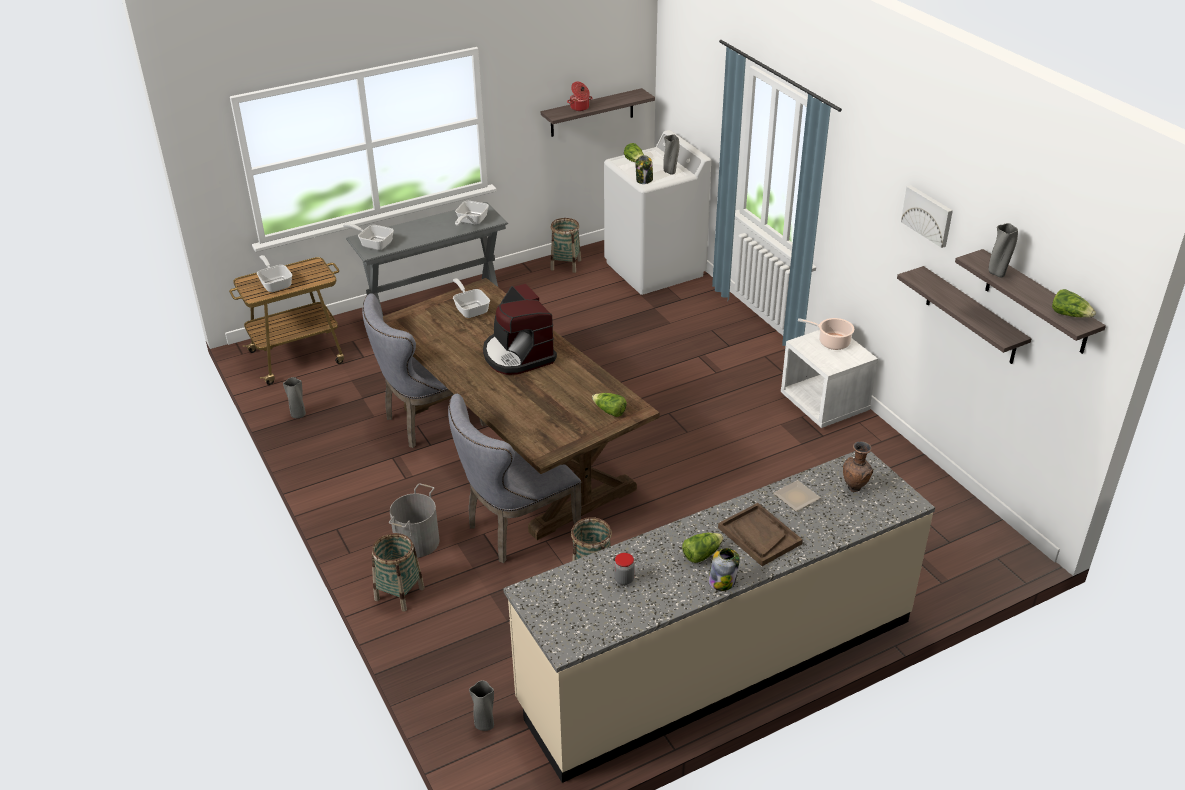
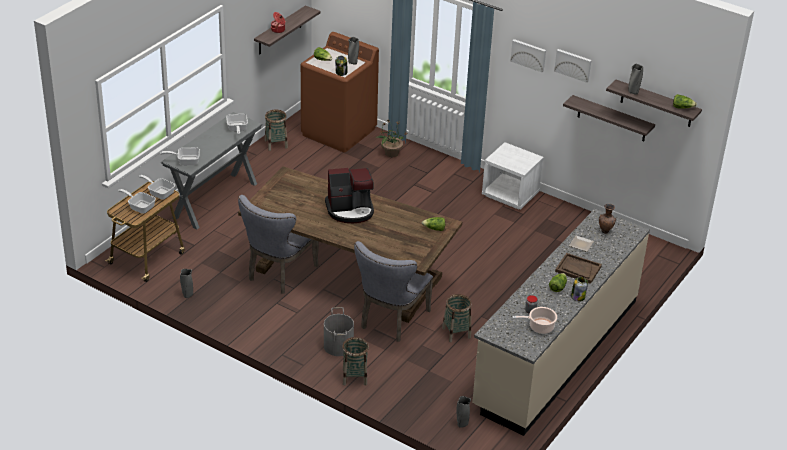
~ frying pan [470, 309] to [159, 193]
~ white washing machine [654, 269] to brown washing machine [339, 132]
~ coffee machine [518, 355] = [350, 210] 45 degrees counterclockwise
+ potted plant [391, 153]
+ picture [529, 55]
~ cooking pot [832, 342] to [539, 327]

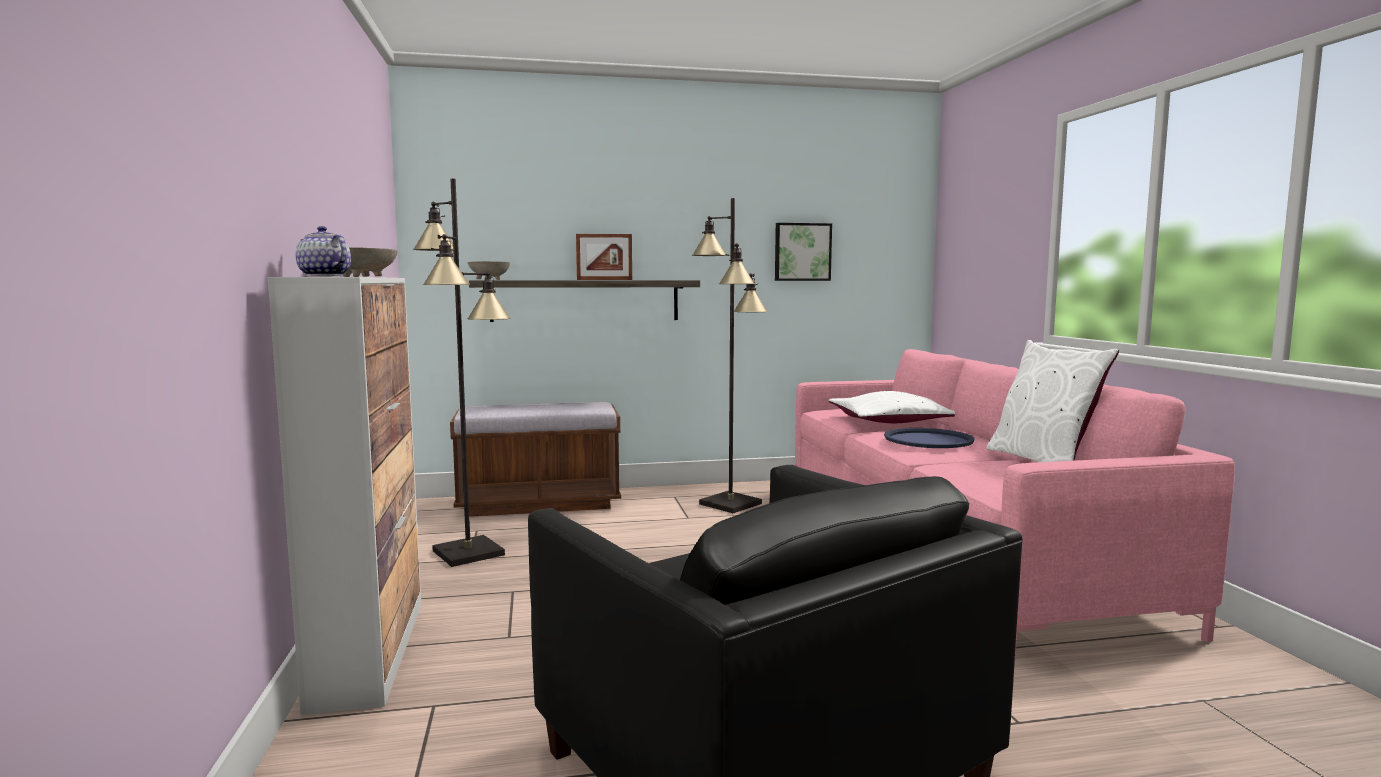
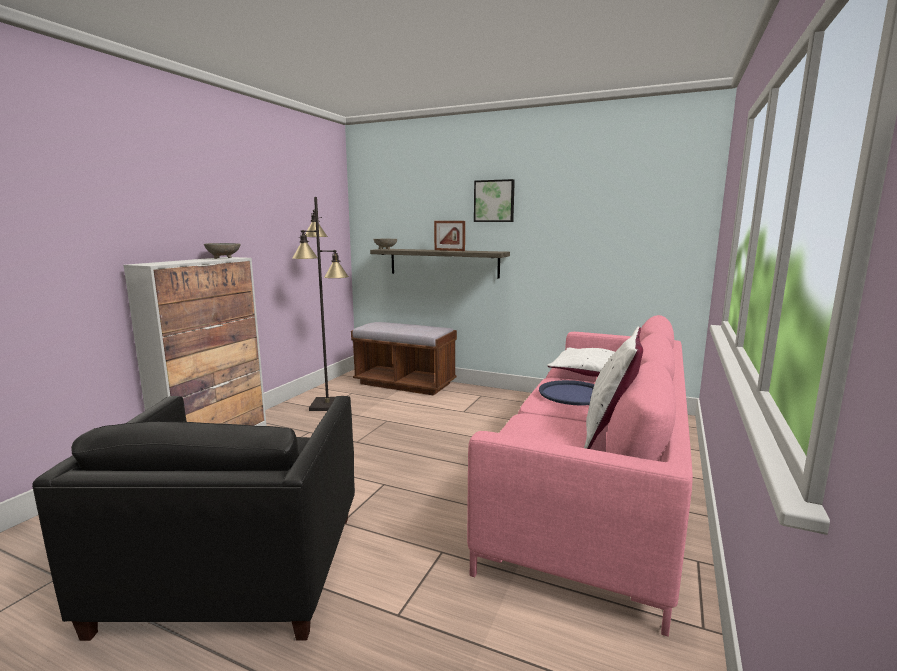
~ picture [802, 252] to [494, 201]
- teapot [323, 276]
- black floor lamp [730, 503]

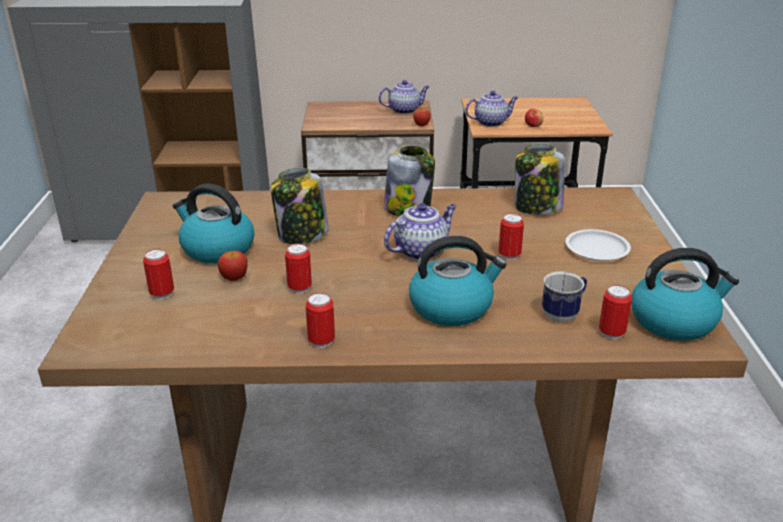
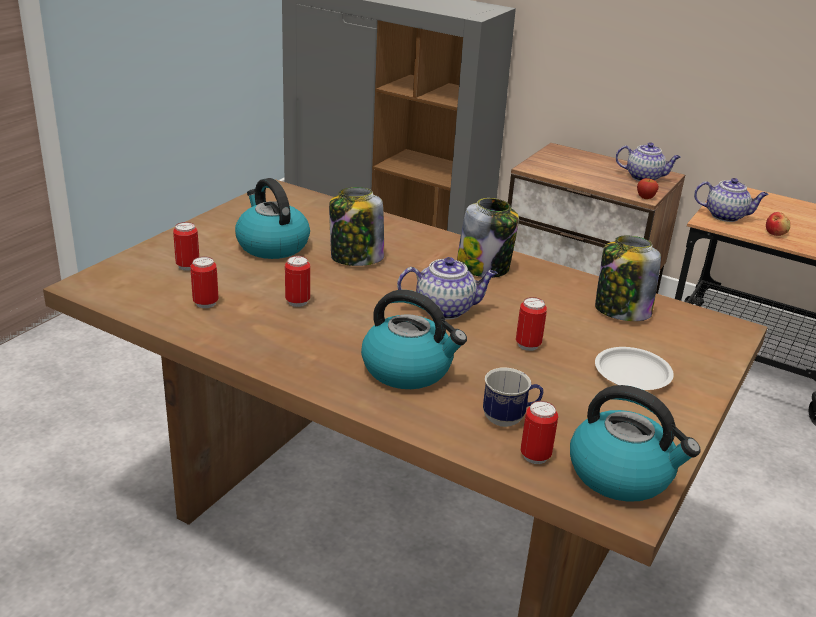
~ can [321, 341] to [205, 303]
- apple [234, 277]

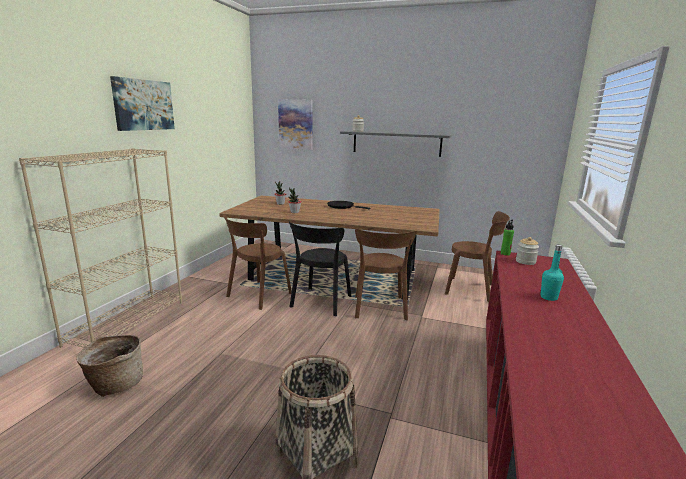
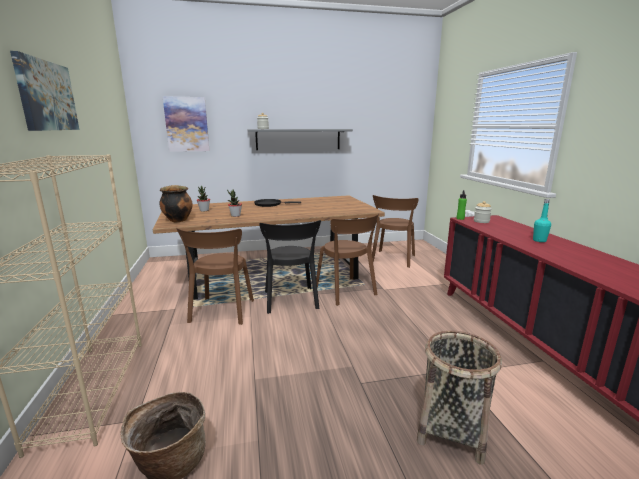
+ cooking pot [177, 220]
~ brown chair [472, 290] = [392, 259] 120 degrees clockwise

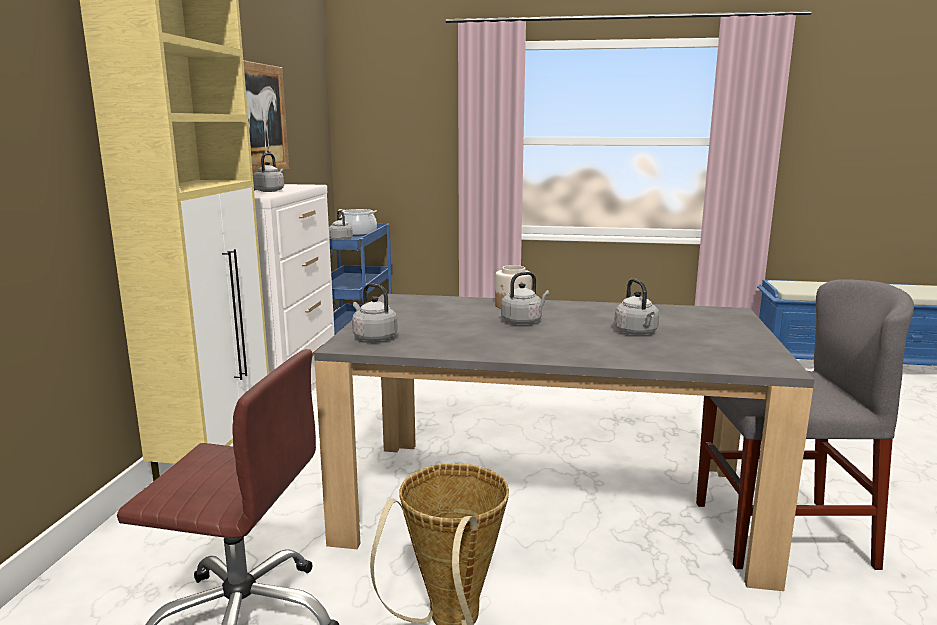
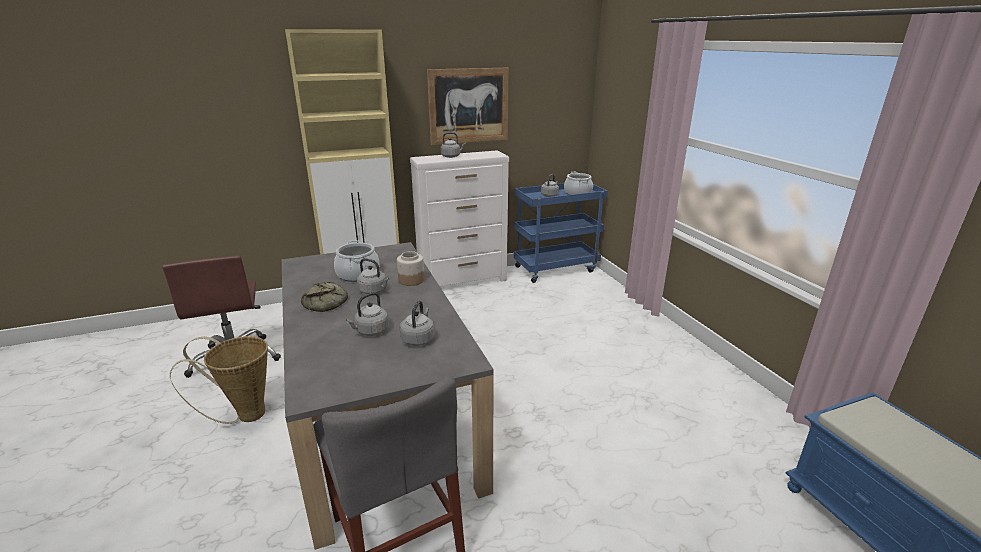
+ bread [327, 302]
+ cooking pot [358, 274]
~ grey kettle [373, 337] to [418, 339]

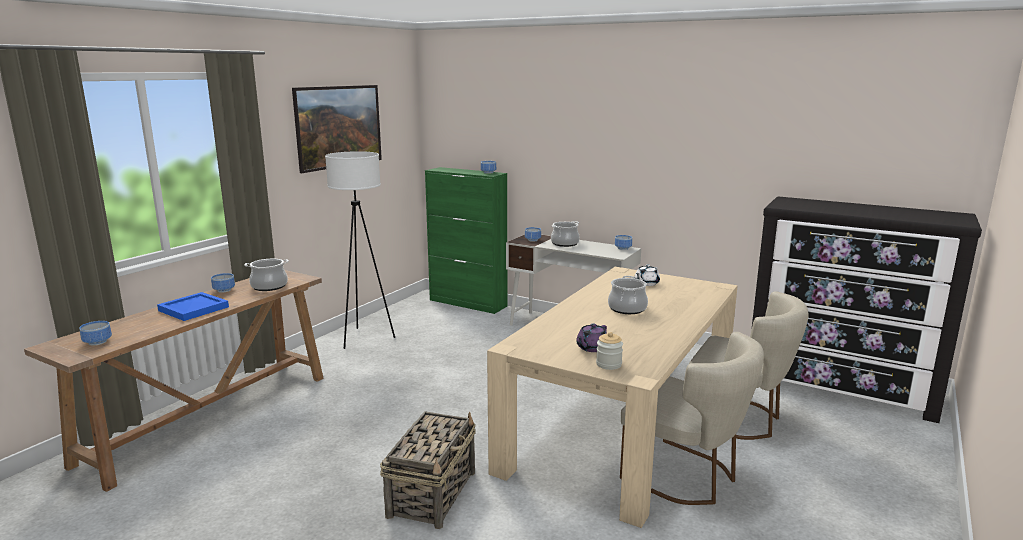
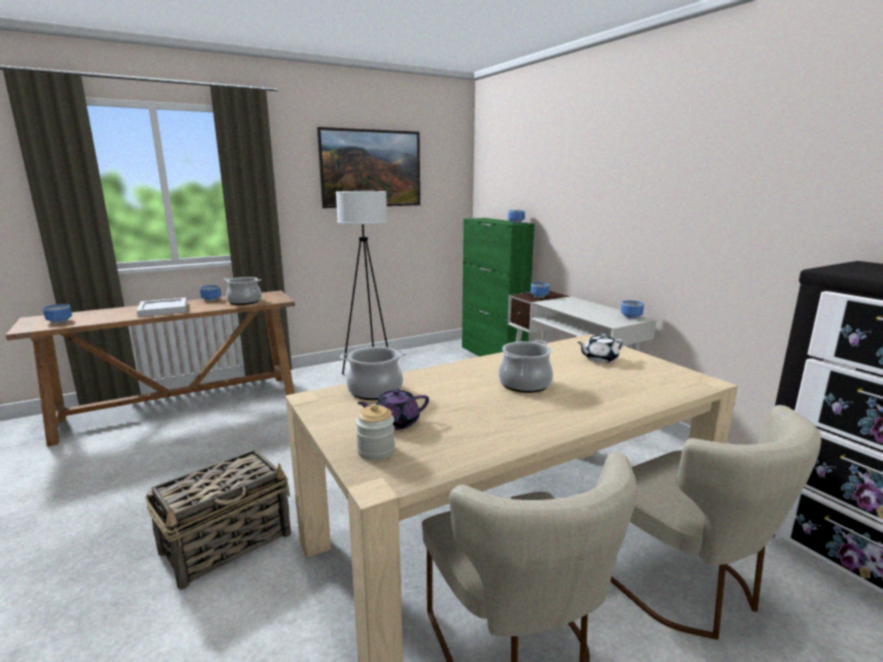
~ blue tray [193, 309] to white tray [162, 309]
~ cooking pot [564, 243] to [375, 390]

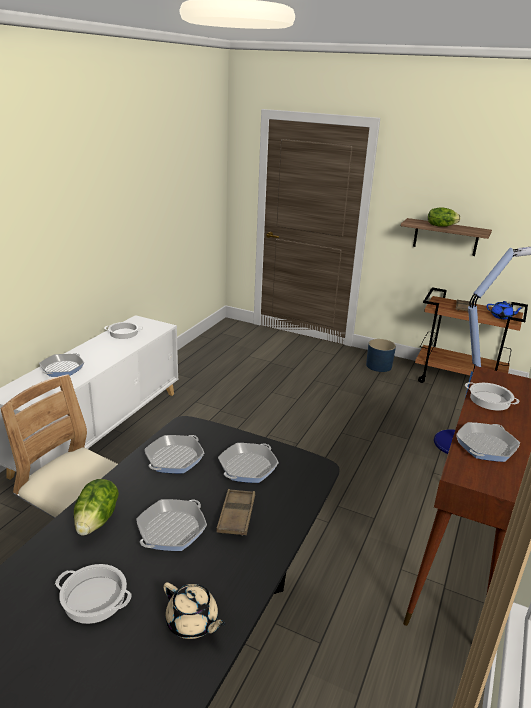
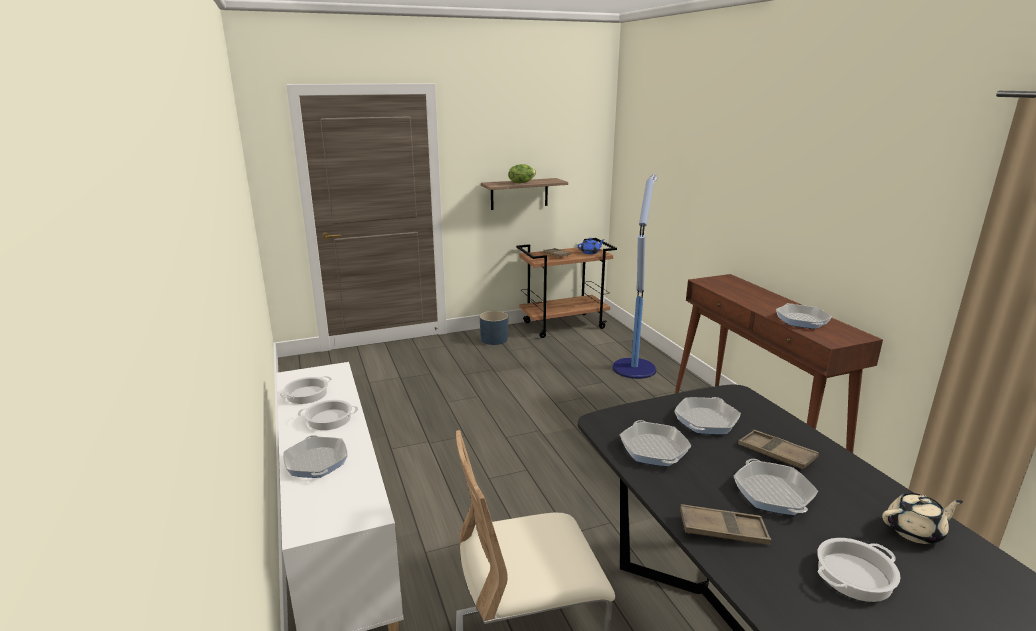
~ cooking pot [490, 400] to [330, 419]
~ frying pan [247, 467] = [706, 420] 45 degrees clockwise
~ lettuce [97, 520] to brown tray [723, 530]

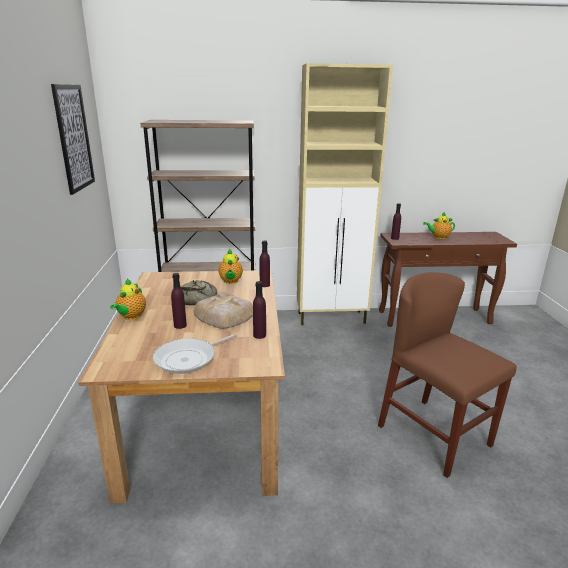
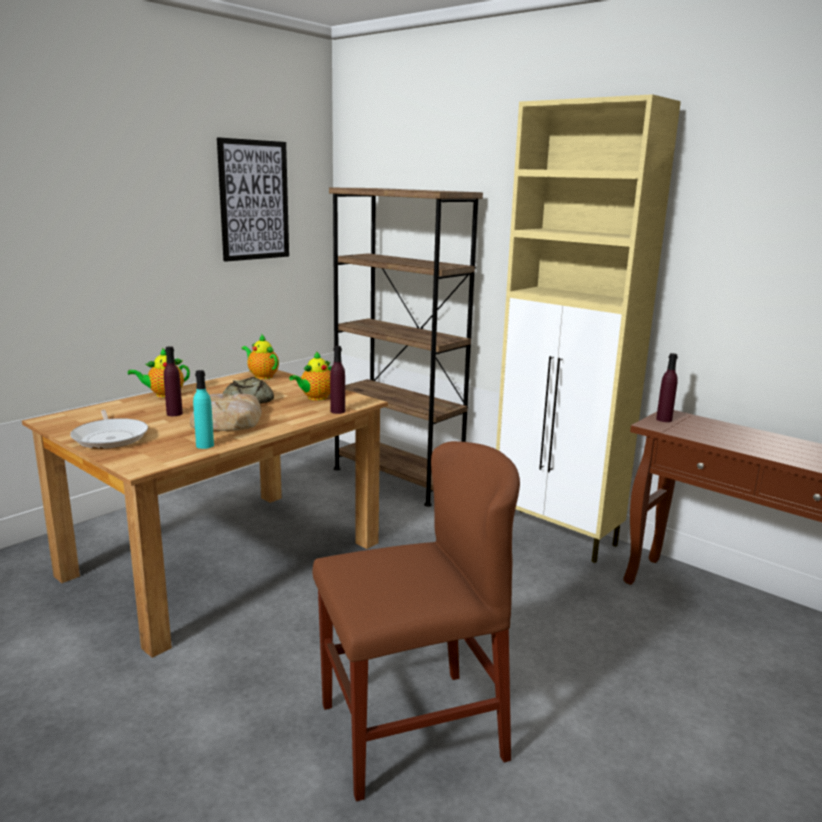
~ frying pan [189, 359] = [110, 437] 120 degrees counterclockwise
~ purple bottle [259, 335] to turquoise bottle [205, 445]
~ teapot [438, 237] to [262, 376]
~ brown chair [434, 435] = [411, 731] 60 degrees clockwise

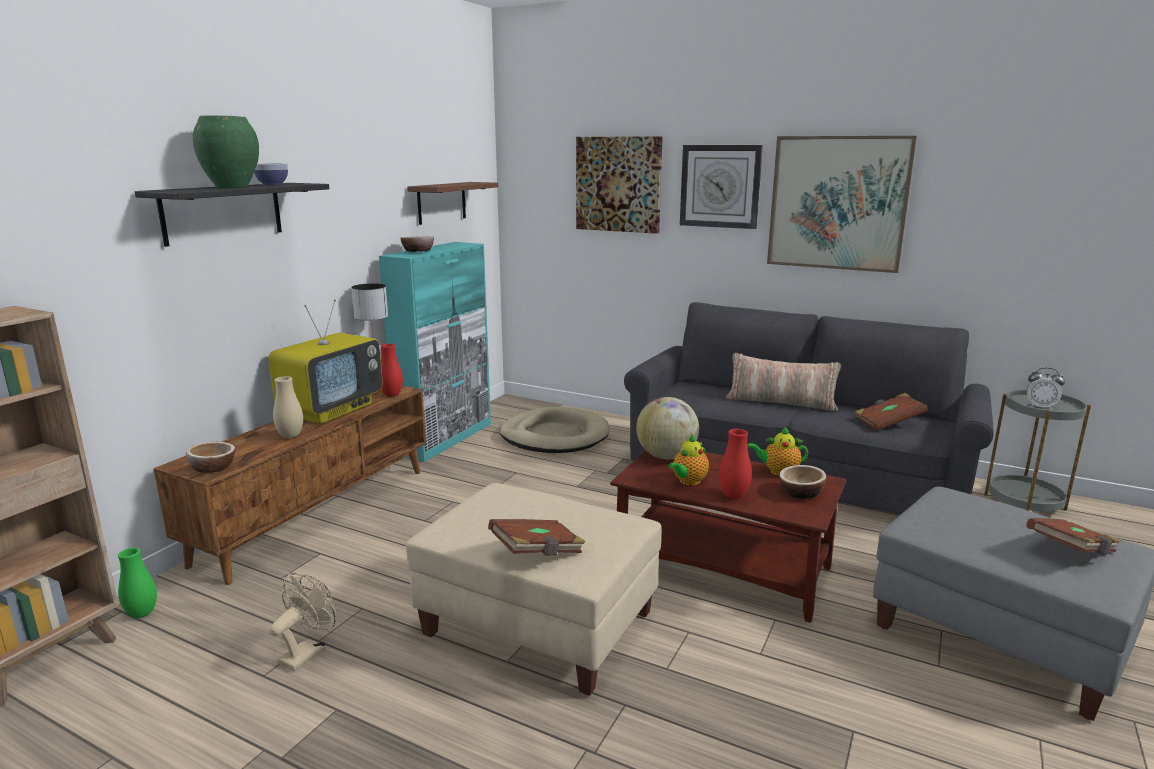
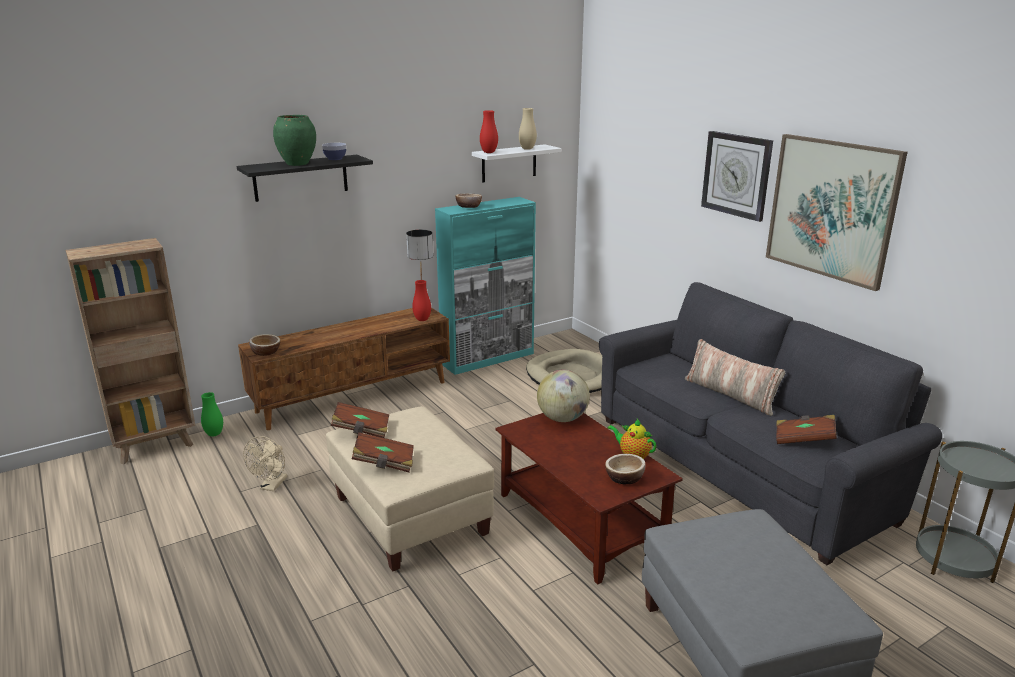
~ beige fan [307, 652] = [271, 486] 135 degrees clockwise
~ brown book [1071, 551] to [361, 431]
~ brown shelf [441, 202] to white shelf [509, 163]
~ red vase [733, 496] to [489, 152]
~ beige vase [290, 436] to [527, 149]
- television [331, 410]
- picture [618, 184]
- teapot [688, 481]
- alarm clock [1040, 407]

